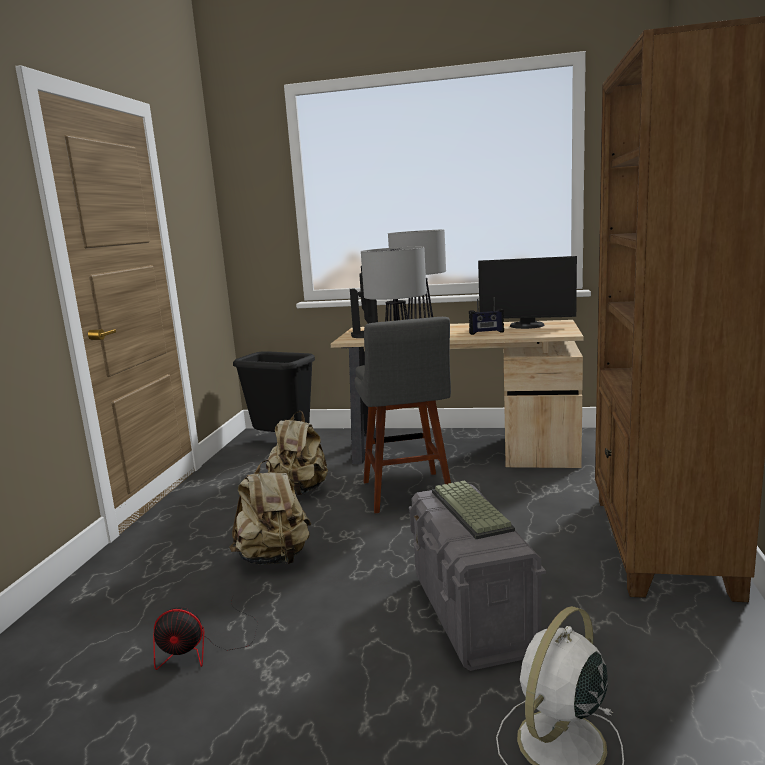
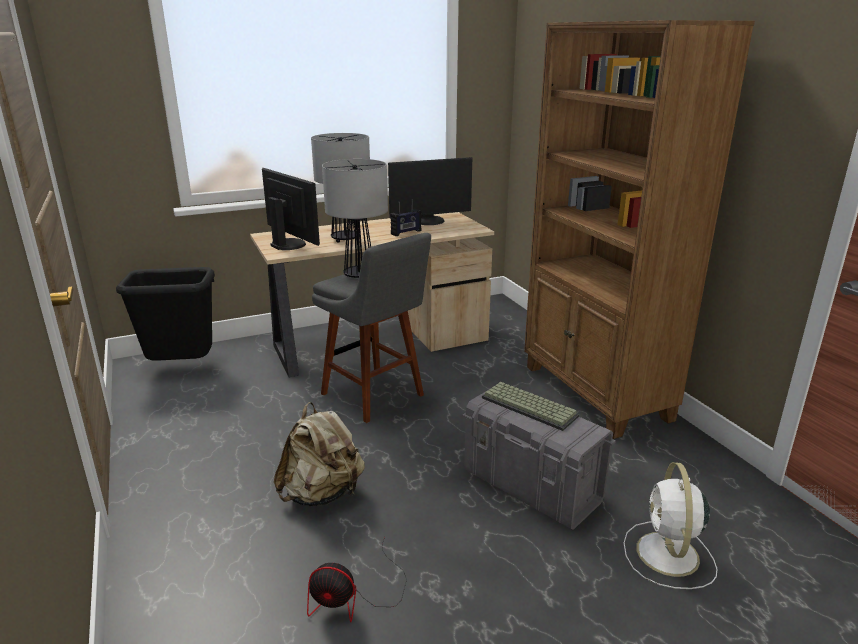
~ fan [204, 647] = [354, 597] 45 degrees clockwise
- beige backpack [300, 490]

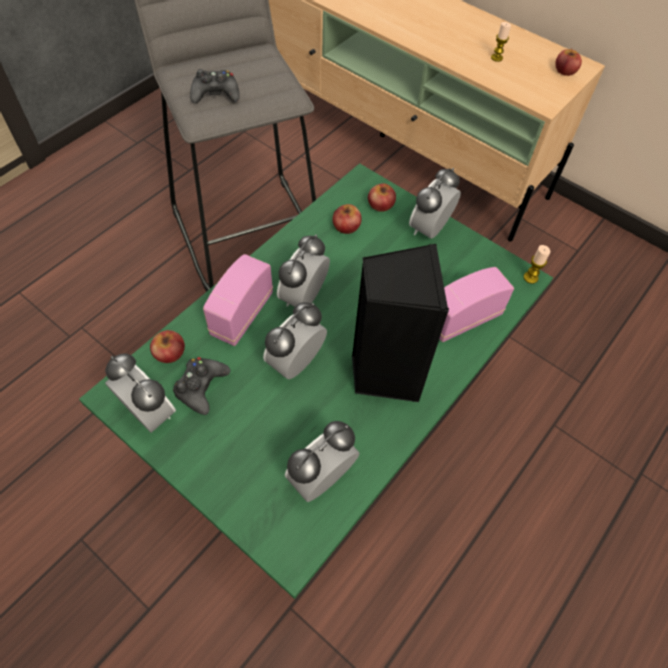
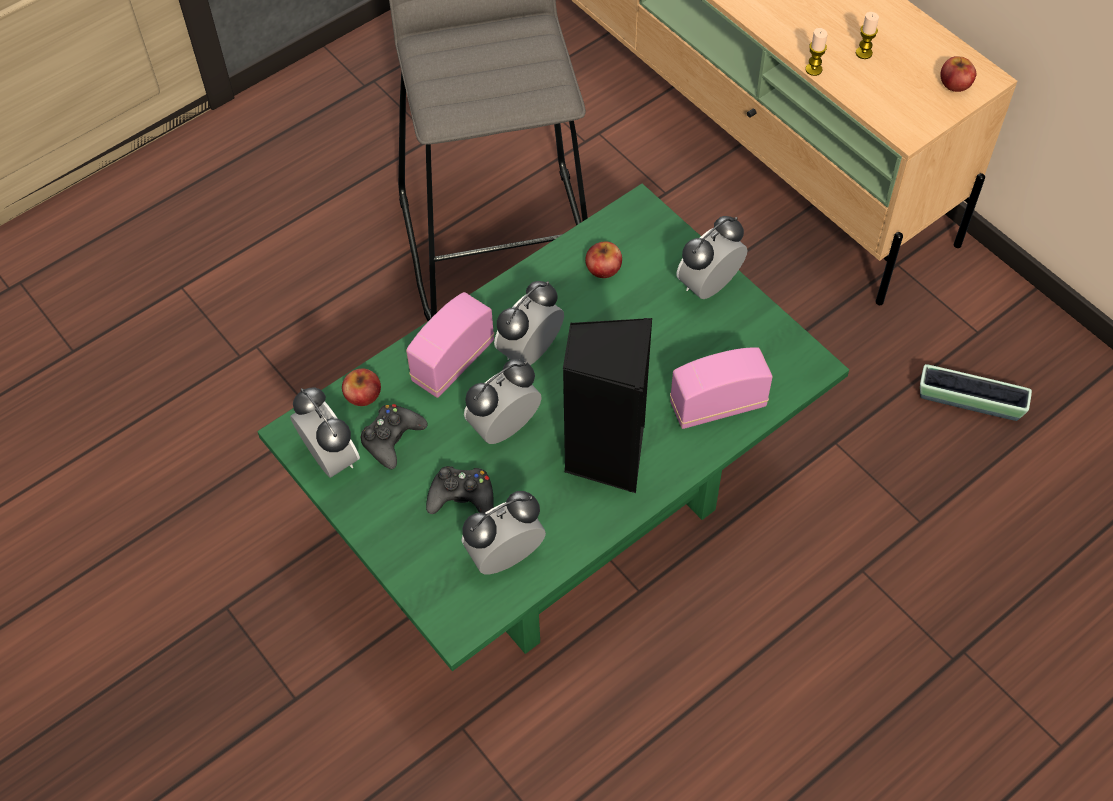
~ black game controller [215, 94] to [462, 497]
~ candle [530, 277] to [813, 69]
+ planter [969, 402]
- apple [380, 204]

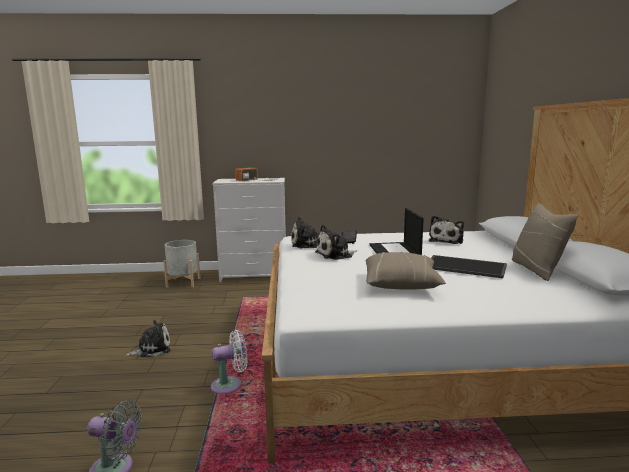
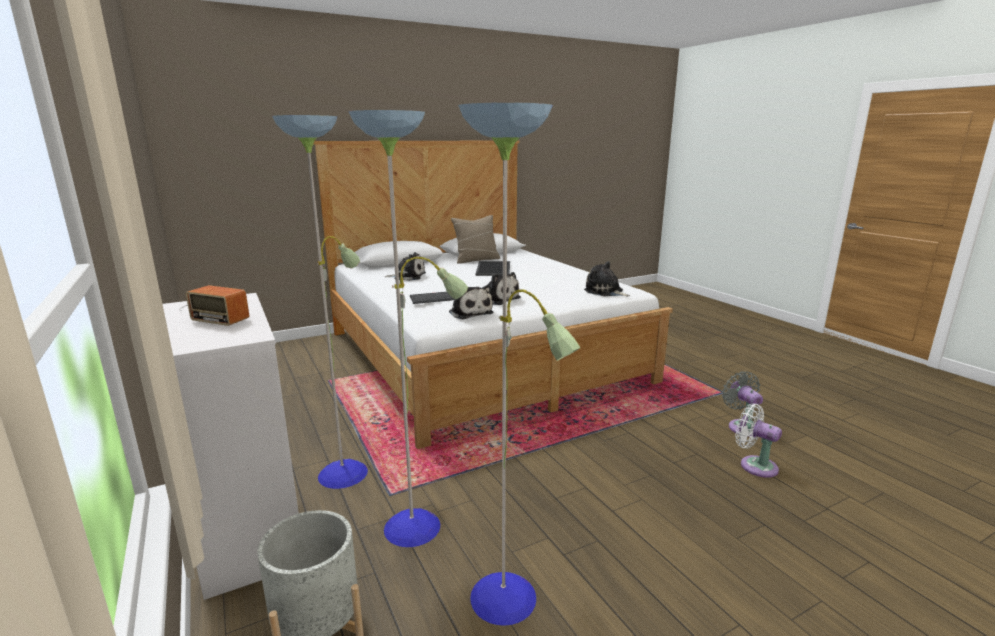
+ floor lamp [416, 525]
~ plush toy [152, 349] to [605, 292]
~ white fan [230, 385] to [754, 465]
- beige pillow [401, 284]
- laptop [395, 251]

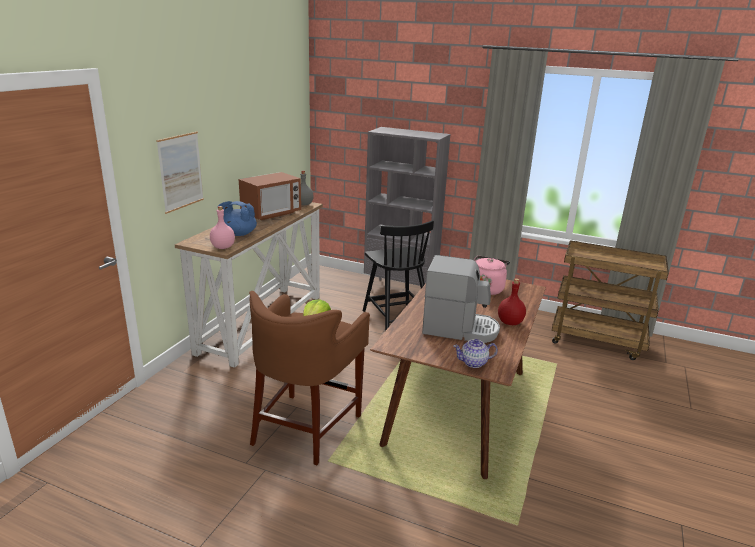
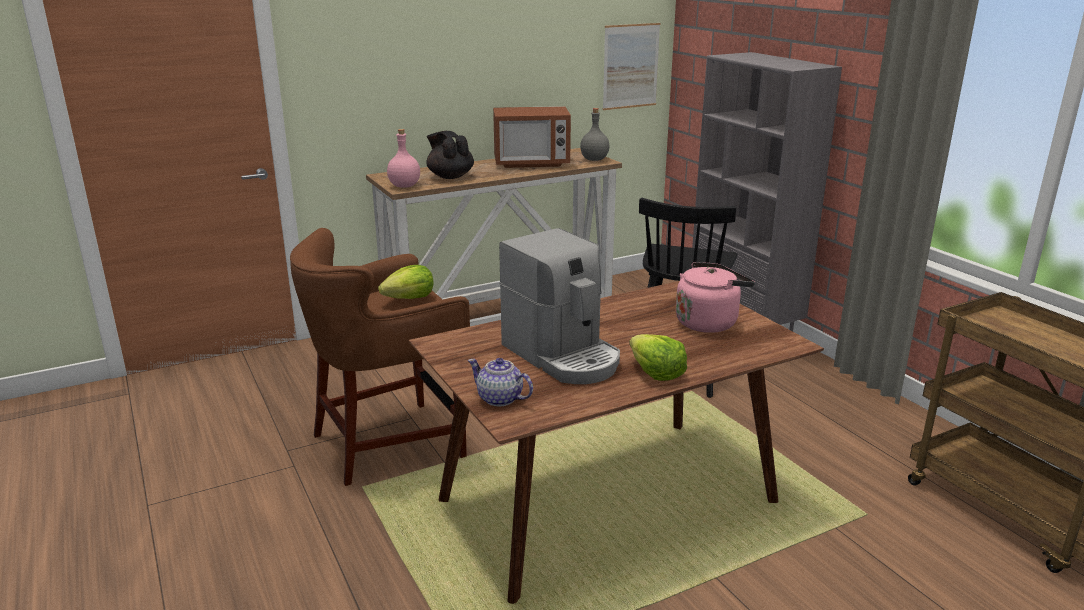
~ blue teapot [239, 233] to black teapot [450, 176]
~ picture [181, 171] to [630, 66]
~ red bottle [510, 322] to lettuce [656, 373]

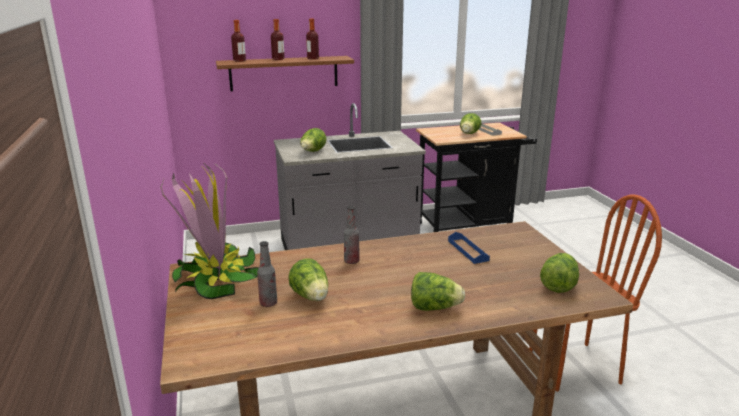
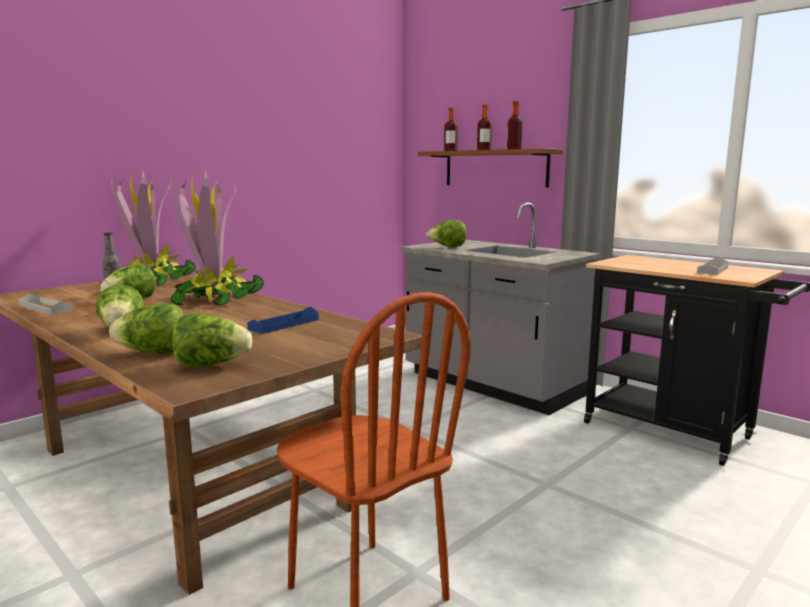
+ grey tray [45, 308]
~ lettuce [469, 134] to [153, 352]
~ bottle [351, 261] to potted plant [215, 299]

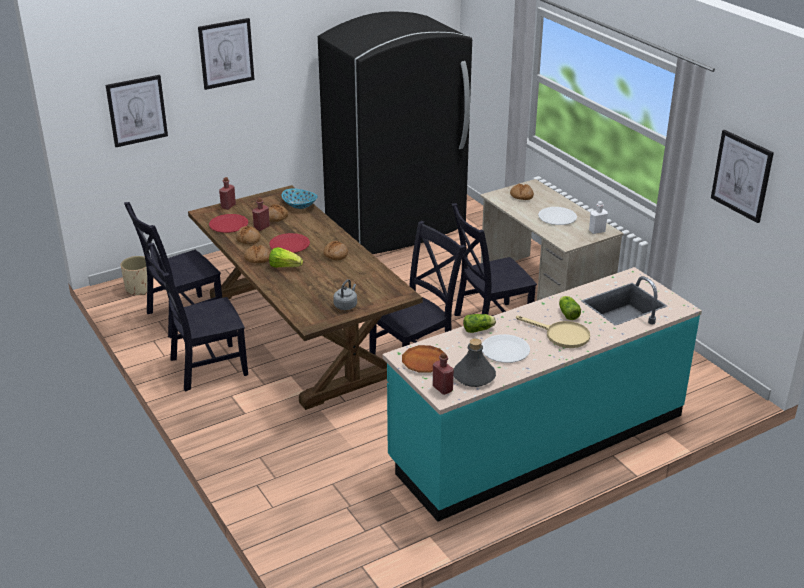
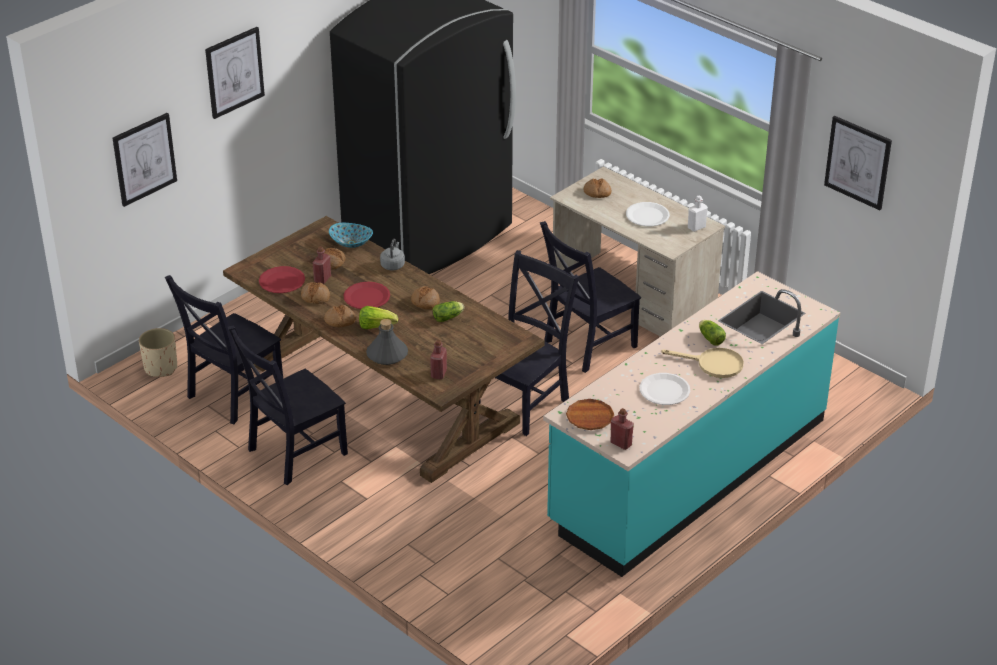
~ grey bottle [474, 376] to [387, 355]
~ grey kettle [346, 305] to [393, 265]
~ red bottle [228, 206] to [439, 373]
~ lettuce [479, 329] to [449, 317]

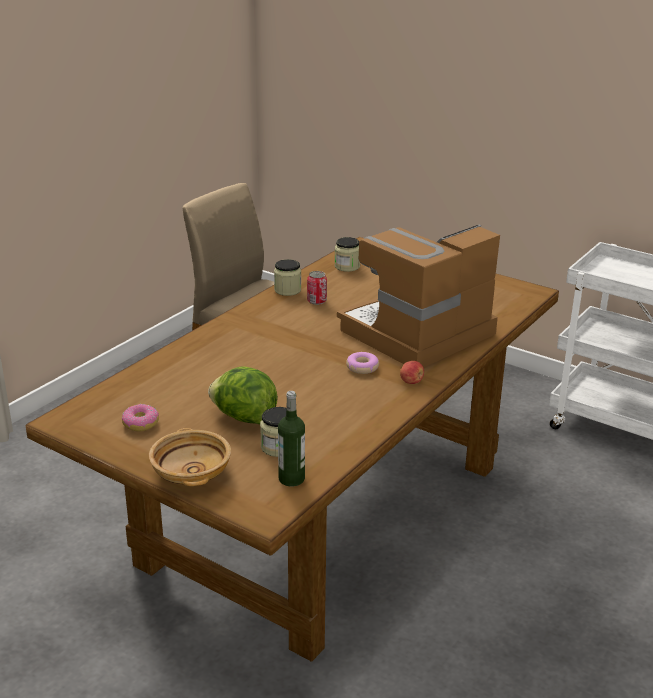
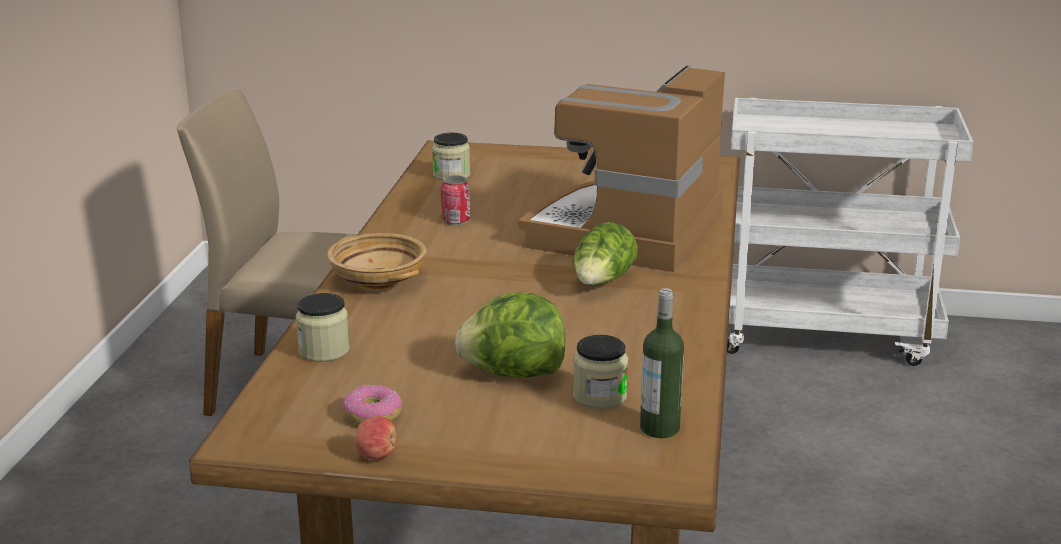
~ jar [287, 290] to [324, 351]
~ beige bowl [190, 473] to [377, 280]
~ apple [411, 382] to [377, 455]
~ donut [362, 367] to lettuce [602, 282]

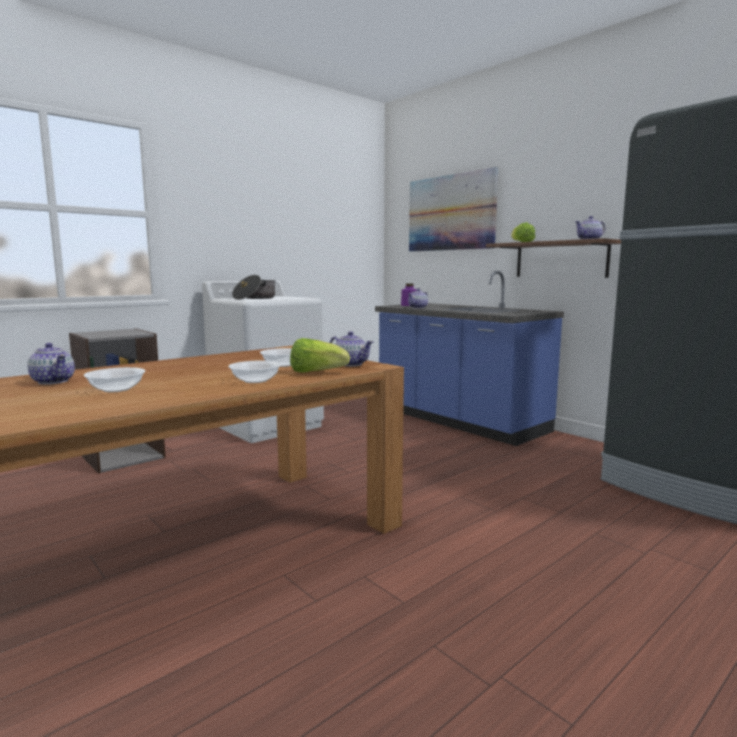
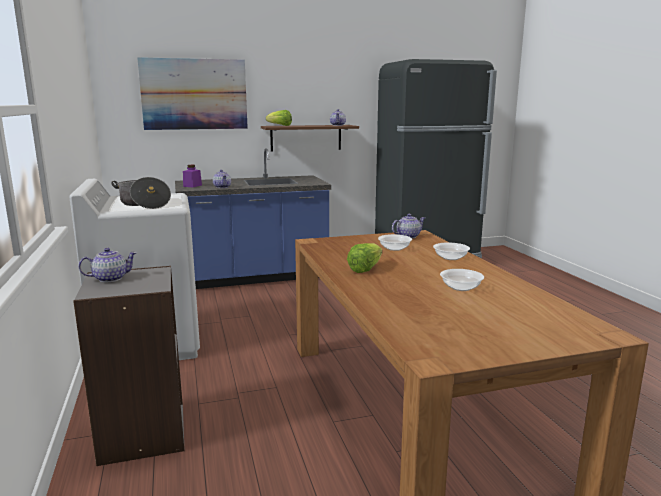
~ teapot [53, 381] to [110, 278]
~ lettuce [316, 372] to [365, 269]

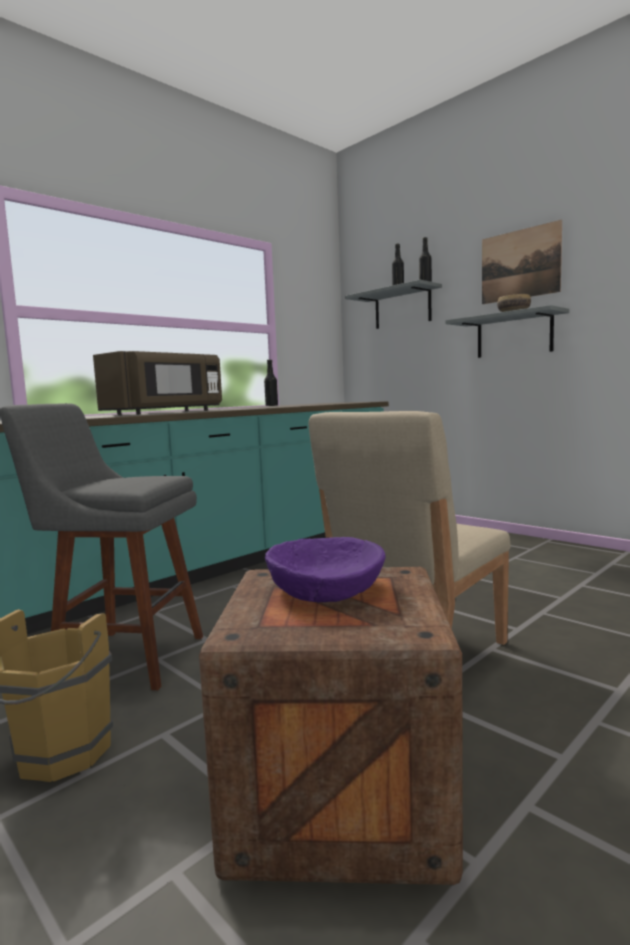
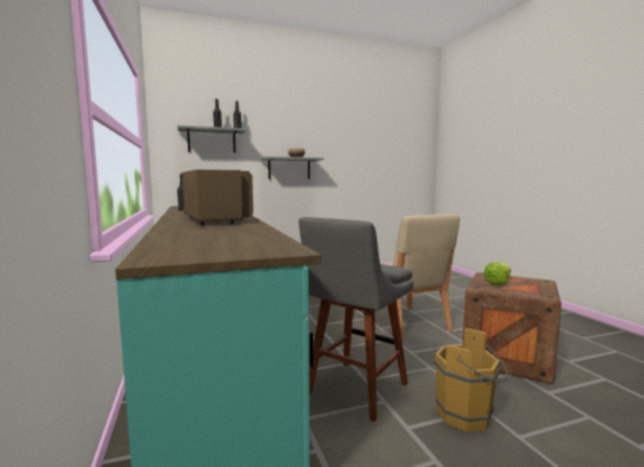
~ purple bowl [325, 588] to lettuce [500, 283]
- picture [520, 264]

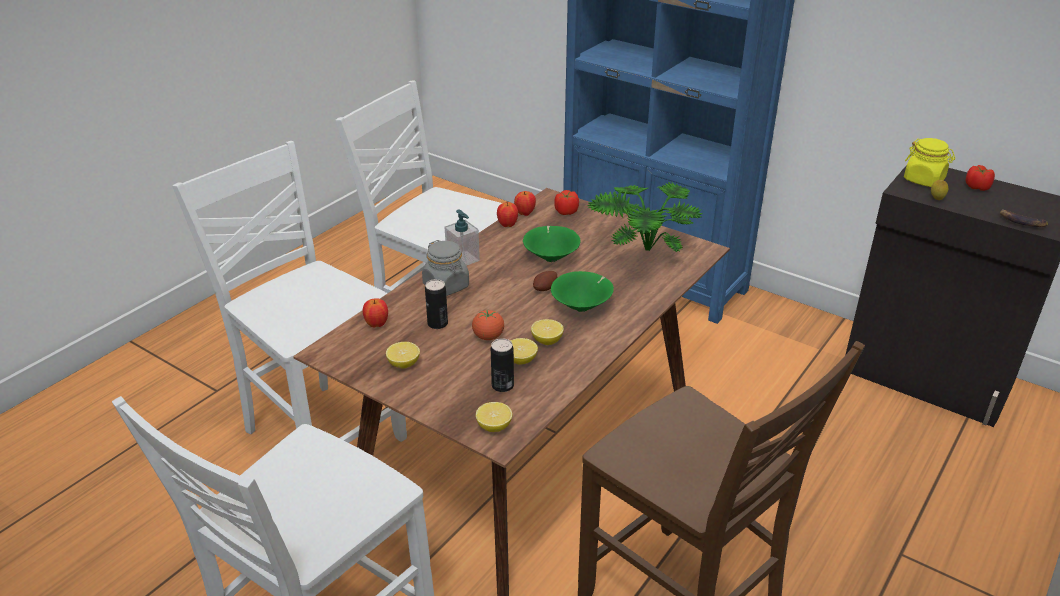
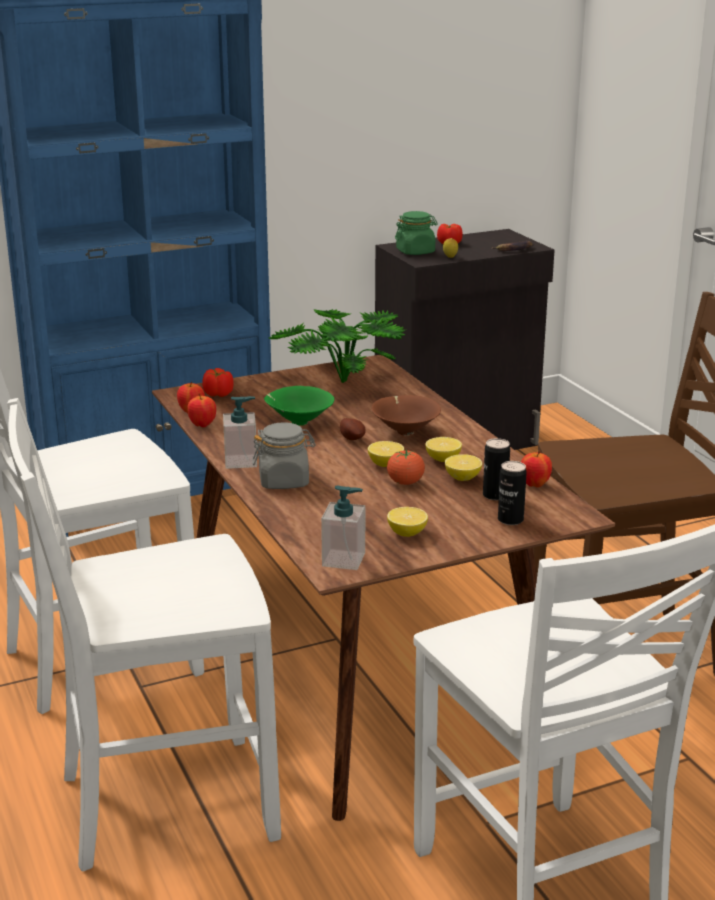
+ soap dispenser [344, 559]
~ lemon [494, 427] to [385, 464]
~ green bowl [582, 307] to brown bowl [405, 431]
~ yellow jar [924, 180] to green jar [415, 252]
~ can [437, 324] to [510, 520]
~ apple [376, 324] to [534, 485]

